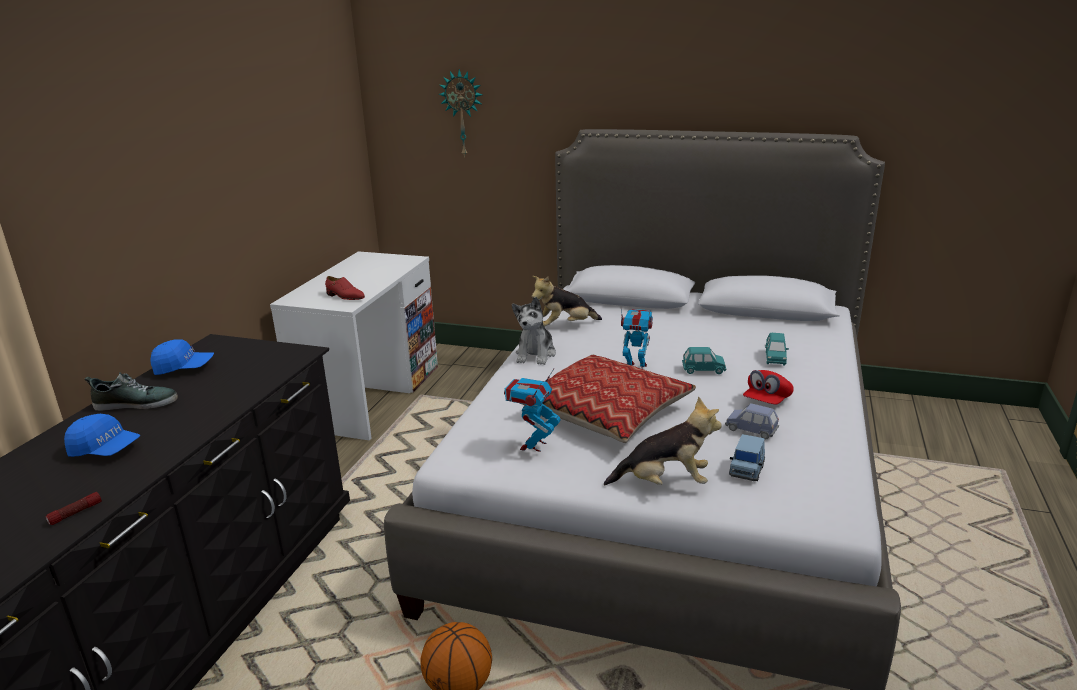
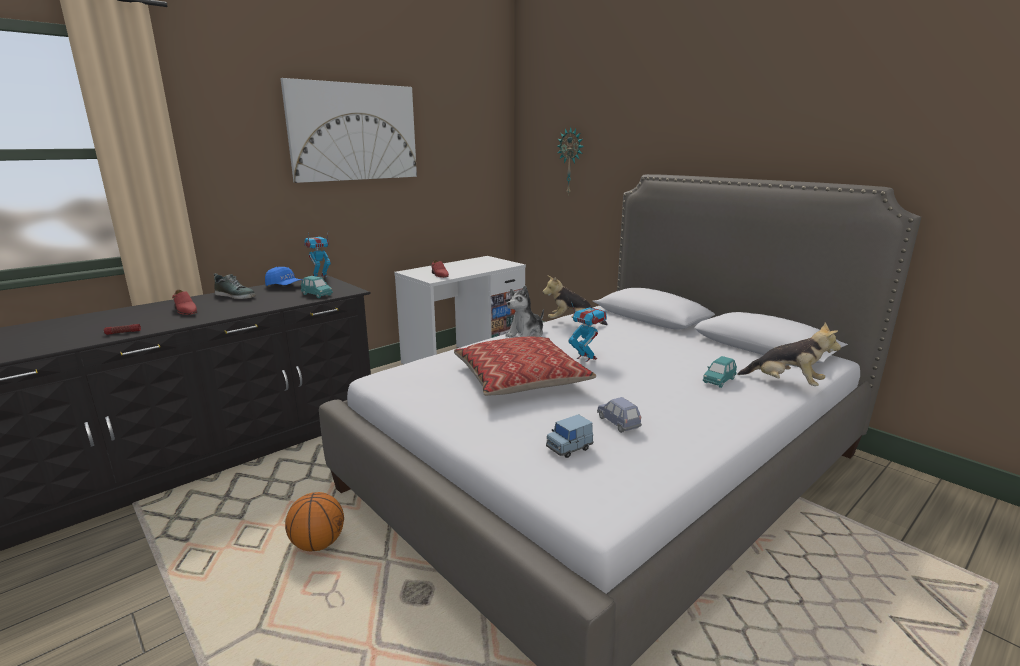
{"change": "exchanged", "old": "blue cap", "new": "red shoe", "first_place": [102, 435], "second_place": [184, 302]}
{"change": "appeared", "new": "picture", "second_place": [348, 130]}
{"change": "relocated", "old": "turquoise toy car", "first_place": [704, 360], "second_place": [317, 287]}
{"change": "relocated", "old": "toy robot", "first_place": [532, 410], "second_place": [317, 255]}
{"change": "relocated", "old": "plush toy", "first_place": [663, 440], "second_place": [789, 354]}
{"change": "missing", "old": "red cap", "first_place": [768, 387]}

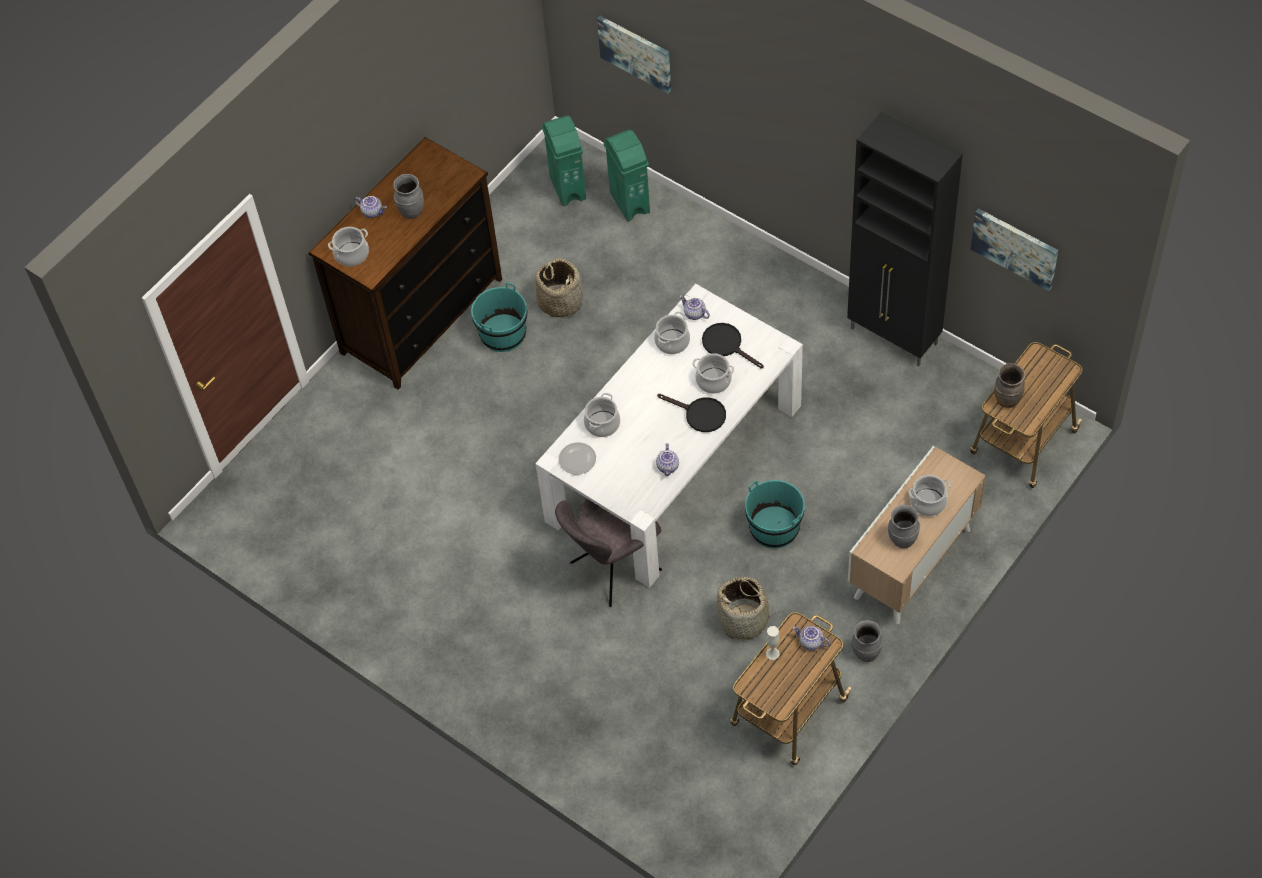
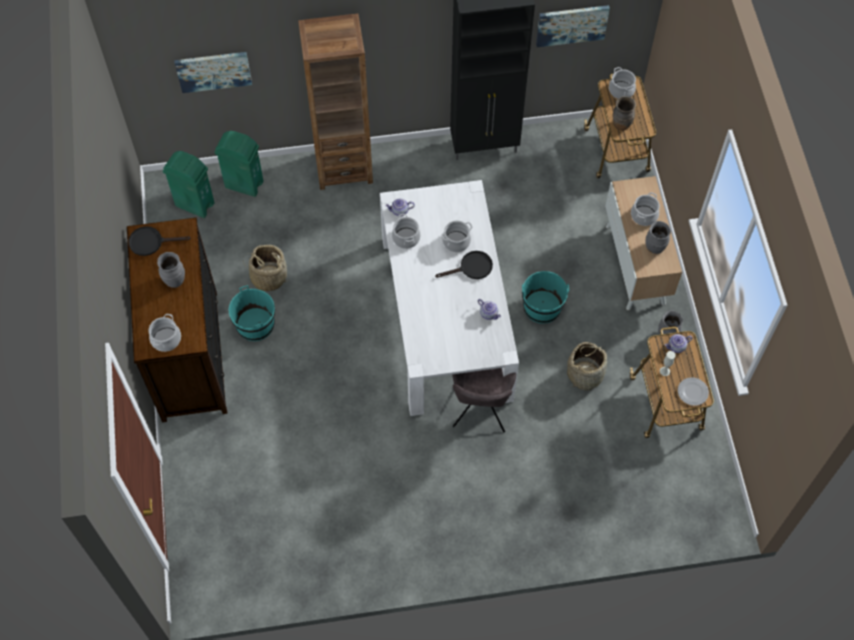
{"change": "relocated", "old": "black frying pan", "first_place": [733, 345], "second_place": [159, 241]}
{"change": "appeared", "new": "brown bookcase", "second_place": [335, 102]}
{"change": "relocated", "old": "cooking pot", "first_place": [602, 415], "second_place": [622, 83]}
{"change": "relocated", "old": "plate", "first_place": [577, 458], "second_place": [693, 391]}
{"change": "missing", "old": "teapot", "first_place": [370, 207]}

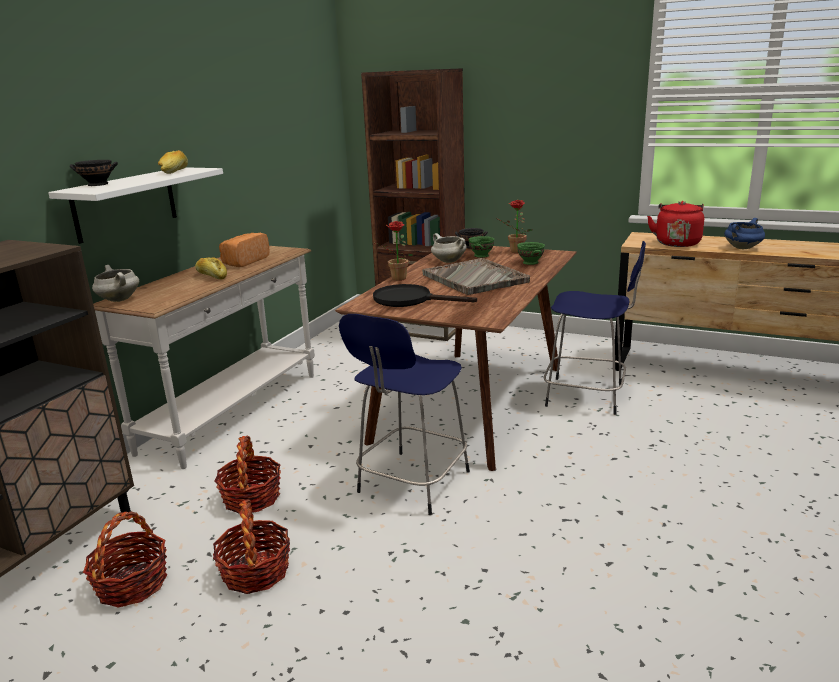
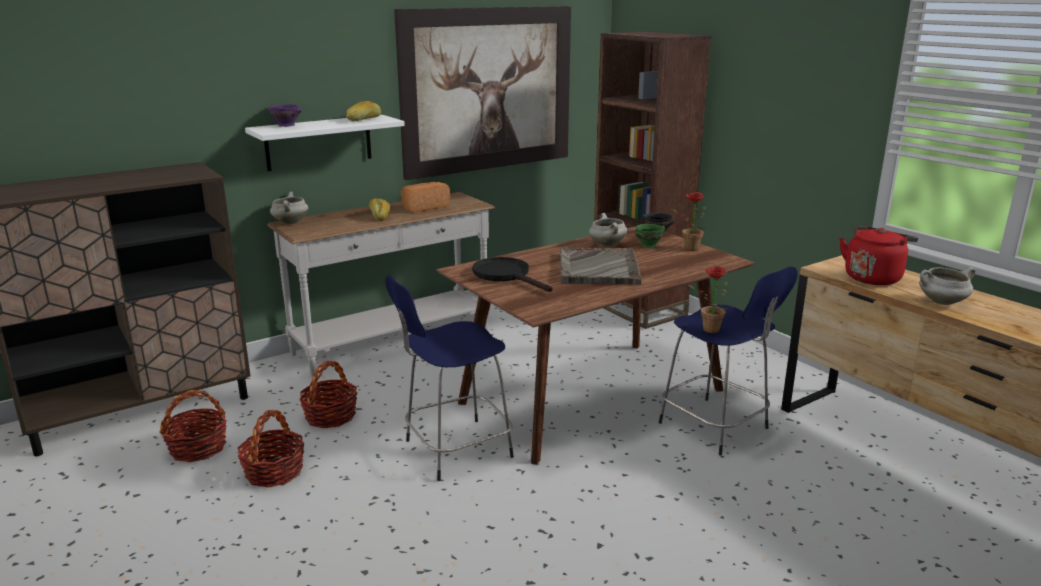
{"change": "colour", "old": "black bowl", "new": "purple bowl", "first_place": [94, 173], "second_place": [285, 115]}
{"change": "appeared", "new": "picture", "second_place": [482, 93]}
{"change": "relocated", "old": "potted plant", "first_place": [393, 251], "second_place": [708, 299]}
{"change": "colour", "old": "blue cooking pot", "new": "white cooking pot", "first_place": [744, 233], "second_place": [948, 286]}
{"change": "missing", "old": "green bowl", "first_place": [531, 253]}

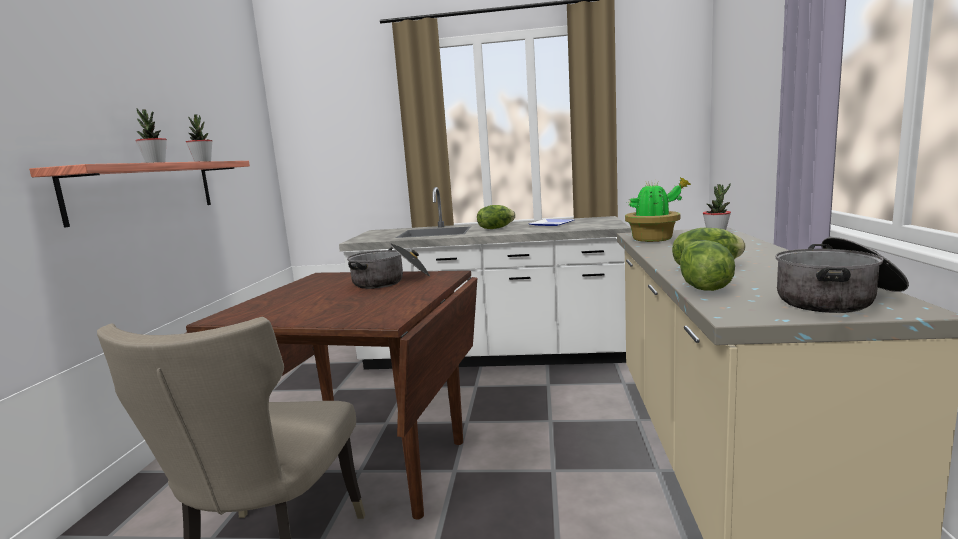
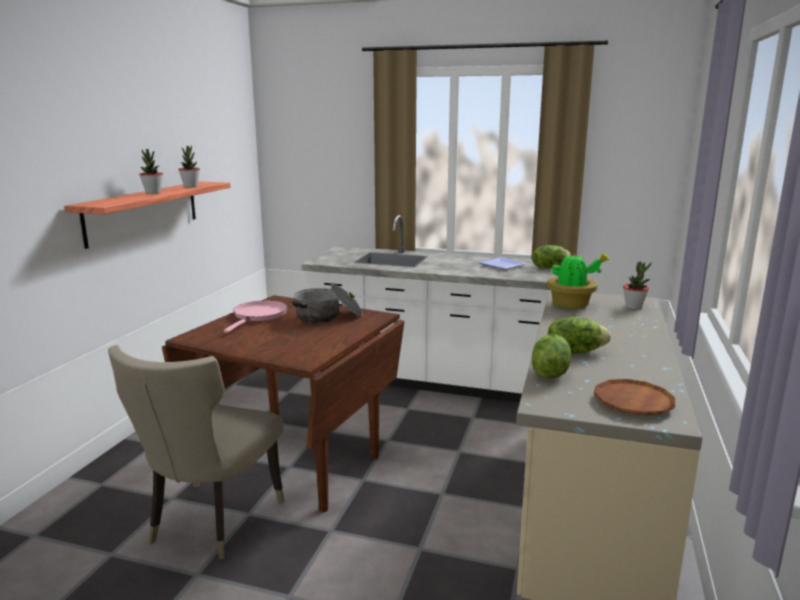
{"change": "appeared", "new": "pink frying pan", "second_place": [256, 316]}
{"change": "relocated", "old": "lettuce", "first_place": [496, 217], "second_place": [551, 257]}
{"change": "exchanged", "old": "cooking pot", "new": "brown plate", "first_place": [842, 275], "second_place": [634, 397]}

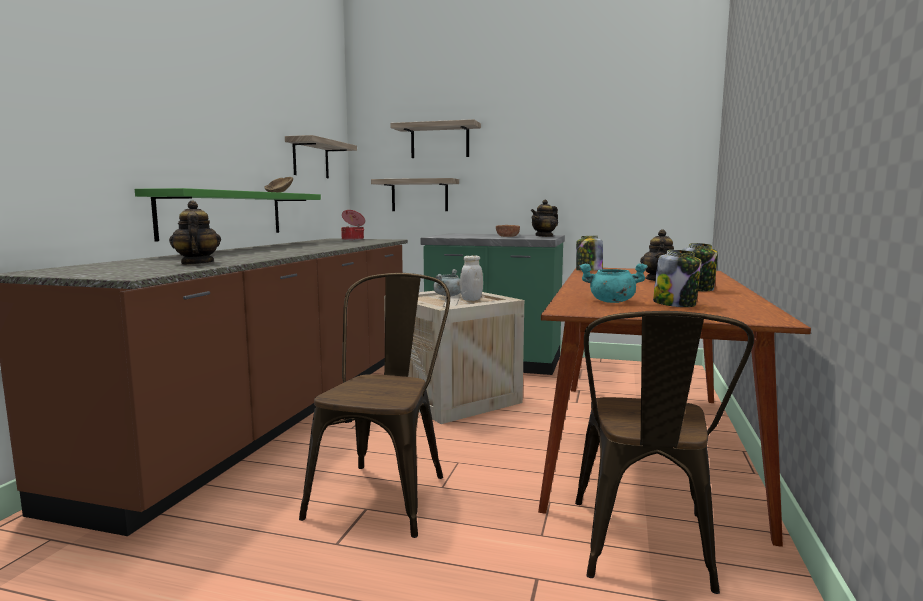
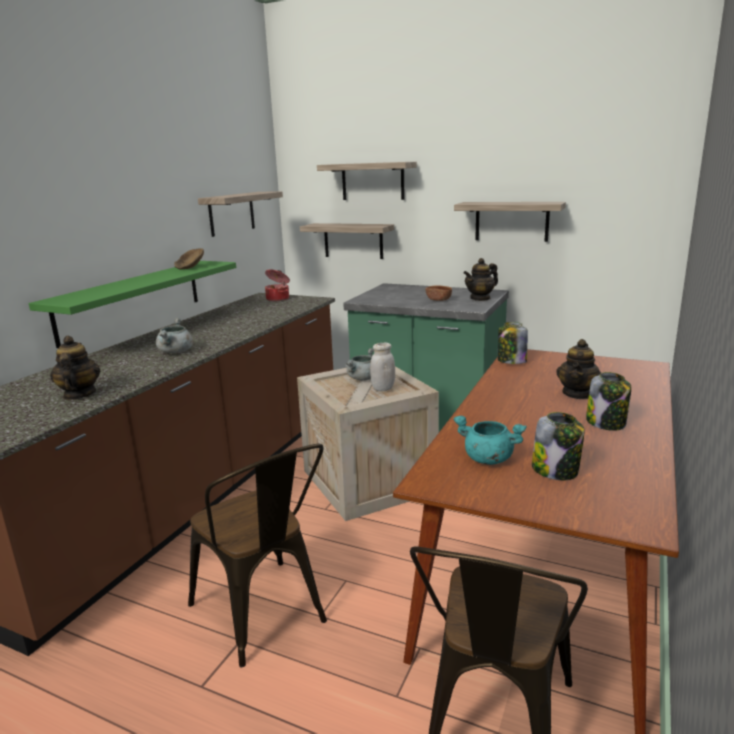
{"change": "appeared", "new": "grey cooking pot", "second_place": [174, 336]}
{"change": "spun", "old": "brown chair", "first_place": [374, 405], "second_place": [257, 556], "degrees": 120}
{"change": "appeared", "new": "shelf", "second_place": [510, 222]}

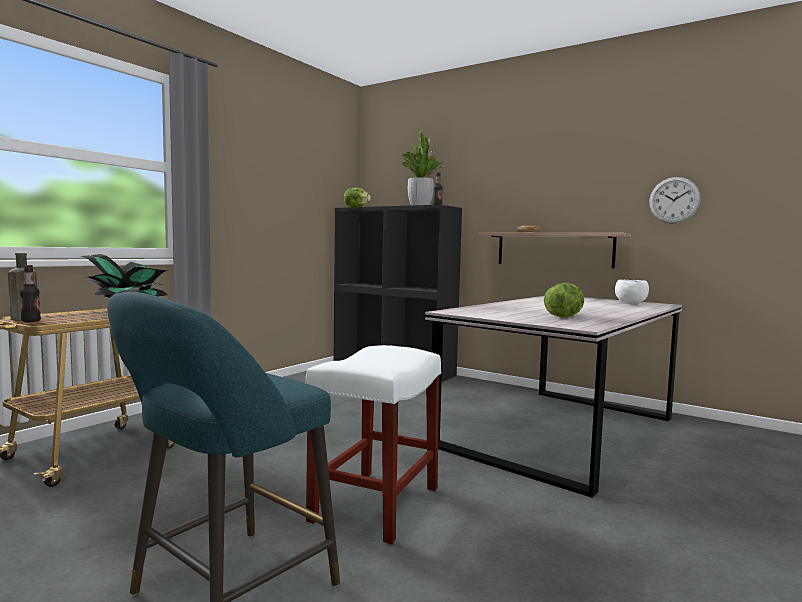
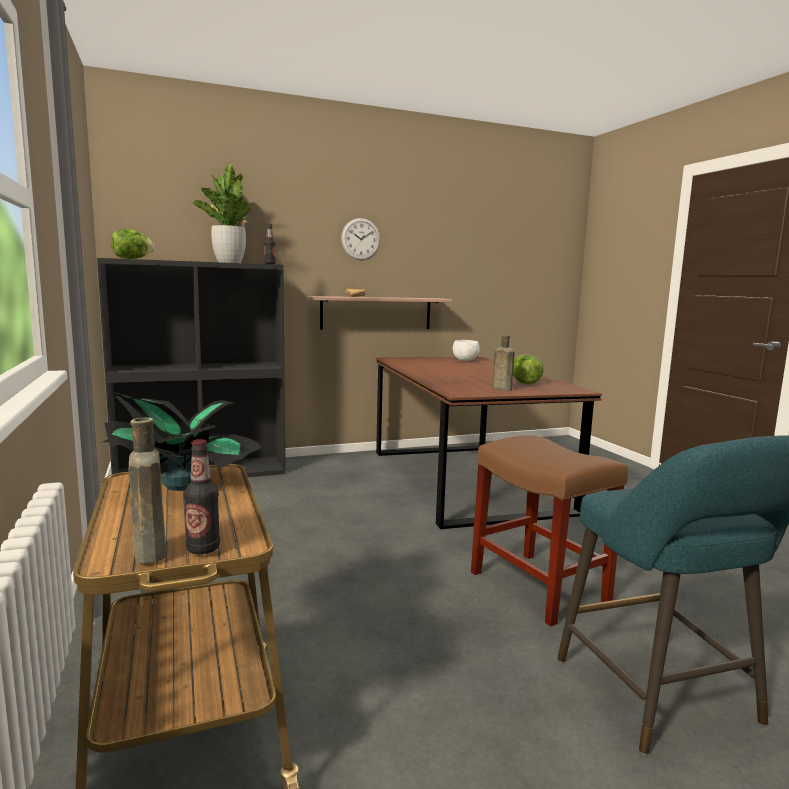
{"change": "relocated", "old": "wall clock", "first_place": [675, 200], "second_place": [361, 239]}
{"change": "colour", "old": "grey dining table", "new": "brown dining table", "first_place": [553, 397], "second_place": [489, 443]}
{"change": "colour", "old": "white stool", "new": "brown stool", "first_place": [374, 444], "second_place": [549, 530]}
{"change": "appeared", "new": "brown bottle", "second_place": [504, 363]}

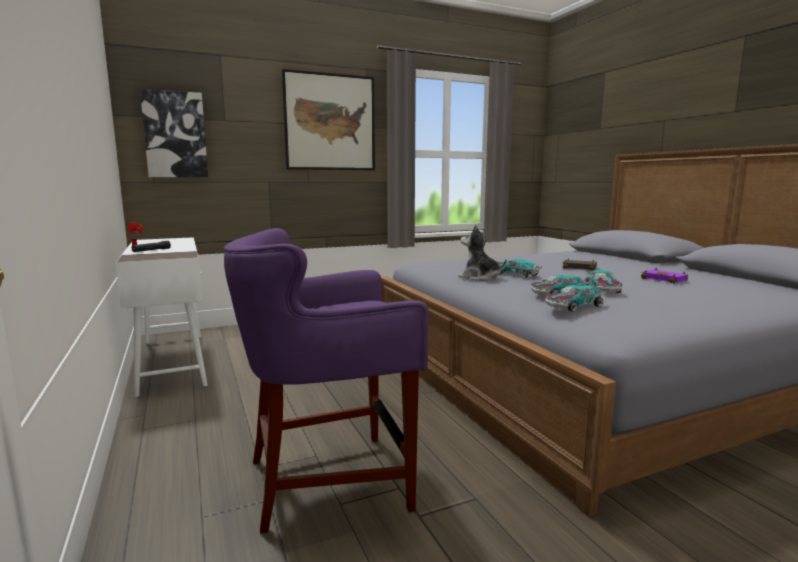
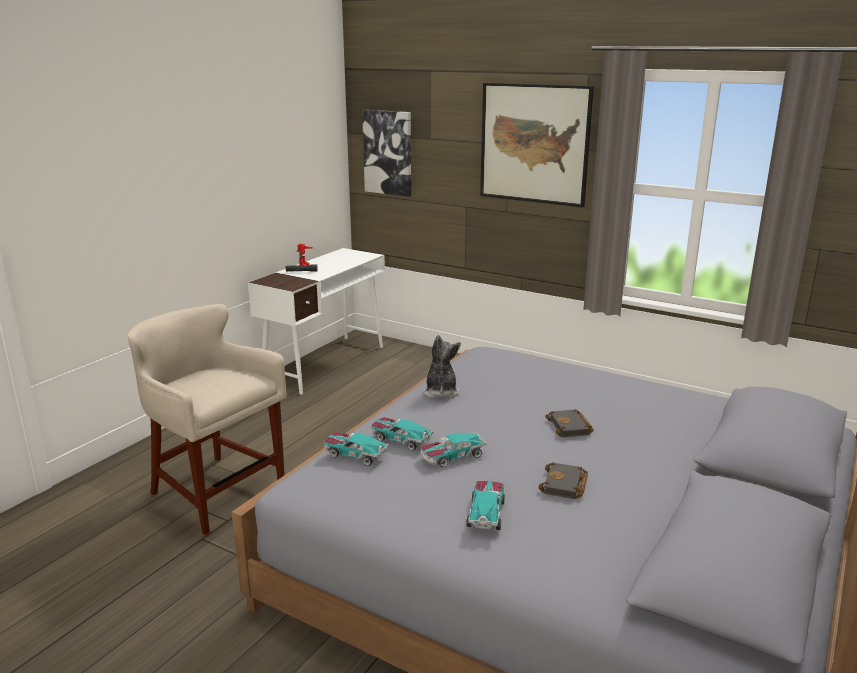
{"change": "colour", "old": "purple stool", "new": "beige stool", "first_place": [326, 381], "second_place": [207, 420]}
{"change": "relocated", "old": "toy car", "first_place": [519, 268], "second_place": [485, 505]}
{"change": "colour", "old": "purple book", "new": "black book", "first_place": [664, 276], "second_place": [563, 480]}

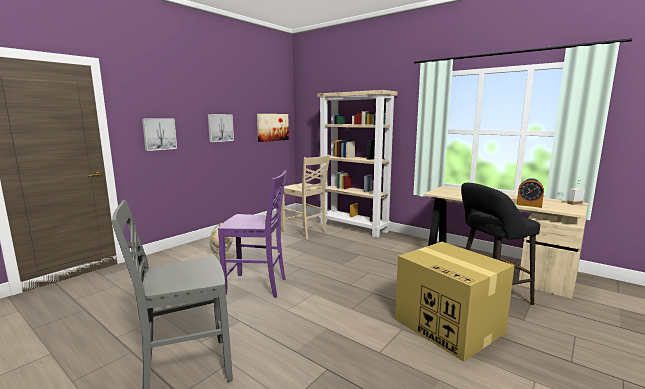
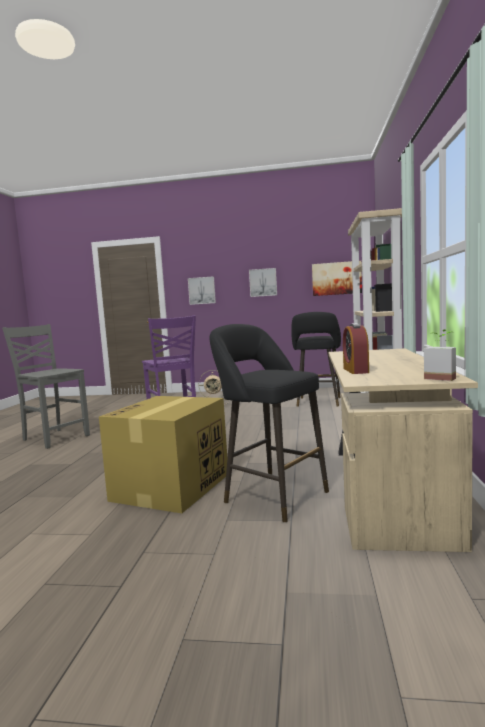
{"change": "exchanged", "old": "beige chair", "new": "black stool", "first_place": [305, 197], "second_place": [316, 359]}

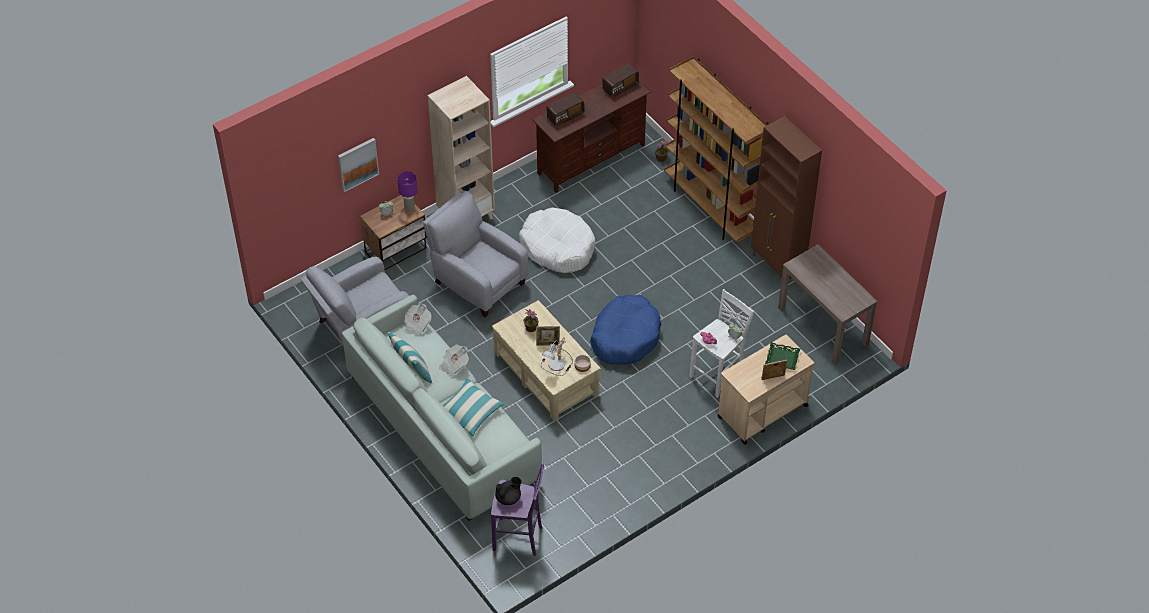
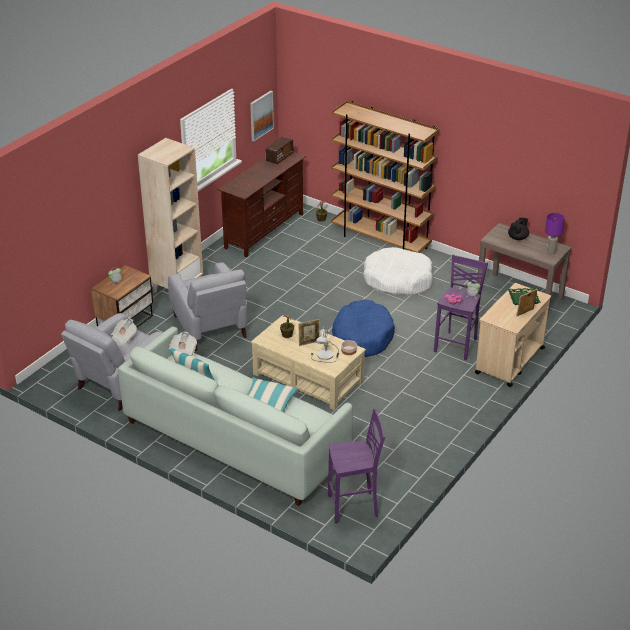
{"change": "relocated", "old": "newspaper", "first_place": [454, 360], "second_place": [124, 332]}
{"change": "spun", "old": "grey armchair", "first_place": [476, 254], "second_place": [208, 306], "degrees": -135}
{"change": "relocated", "old": "picture", "first_place": [358, 165], "second_place": [262, 116]}
{"change": "relocated", "old": "white dog bed", "first_place": [557, 240], "second_place": [398, 271]}
{"change": "colour", "old": "white stool", "new": "purple stool", "first_place": [721, 343], "second_place": [461, 307]}
{"change": "relocated", "old": "black teapot", "first_place": [508, 491], "second_place": [518, 229]}
{"change": "relocated", "old": "purple table lamp", "first_place": [407, 191], "second_place": [555, 234]}
{"change": "missing", "old": "radio", "first_place": [565, 109]}
{"change": "missing", "old": "brown cabinet", "first_place": [786, 197]}

